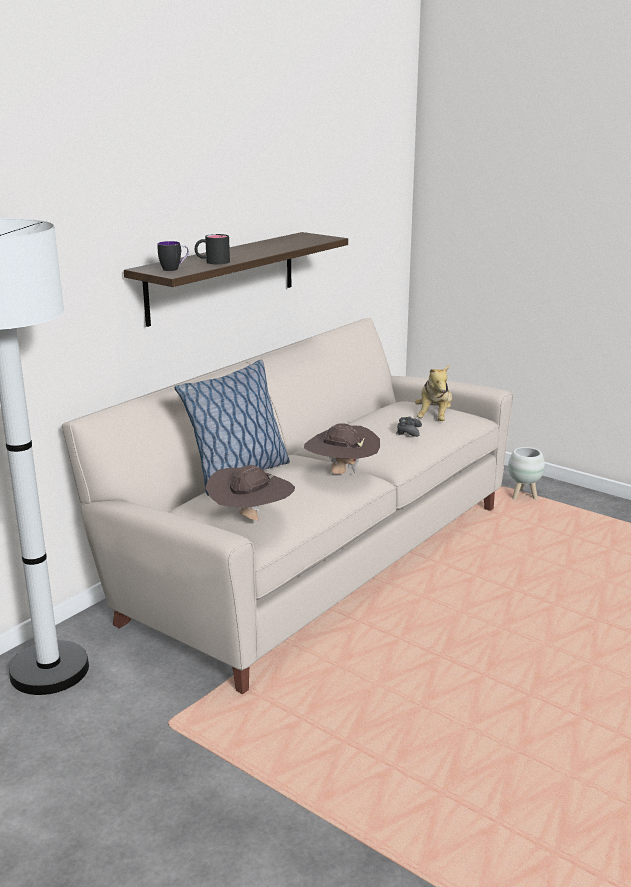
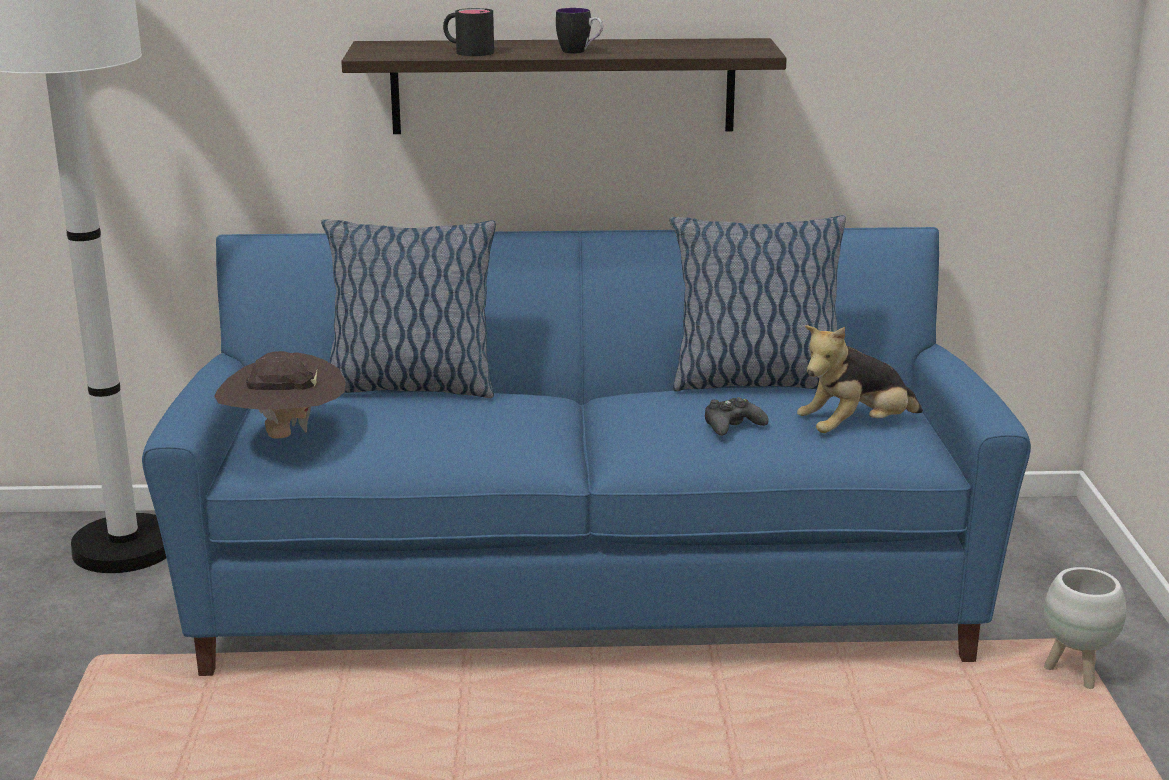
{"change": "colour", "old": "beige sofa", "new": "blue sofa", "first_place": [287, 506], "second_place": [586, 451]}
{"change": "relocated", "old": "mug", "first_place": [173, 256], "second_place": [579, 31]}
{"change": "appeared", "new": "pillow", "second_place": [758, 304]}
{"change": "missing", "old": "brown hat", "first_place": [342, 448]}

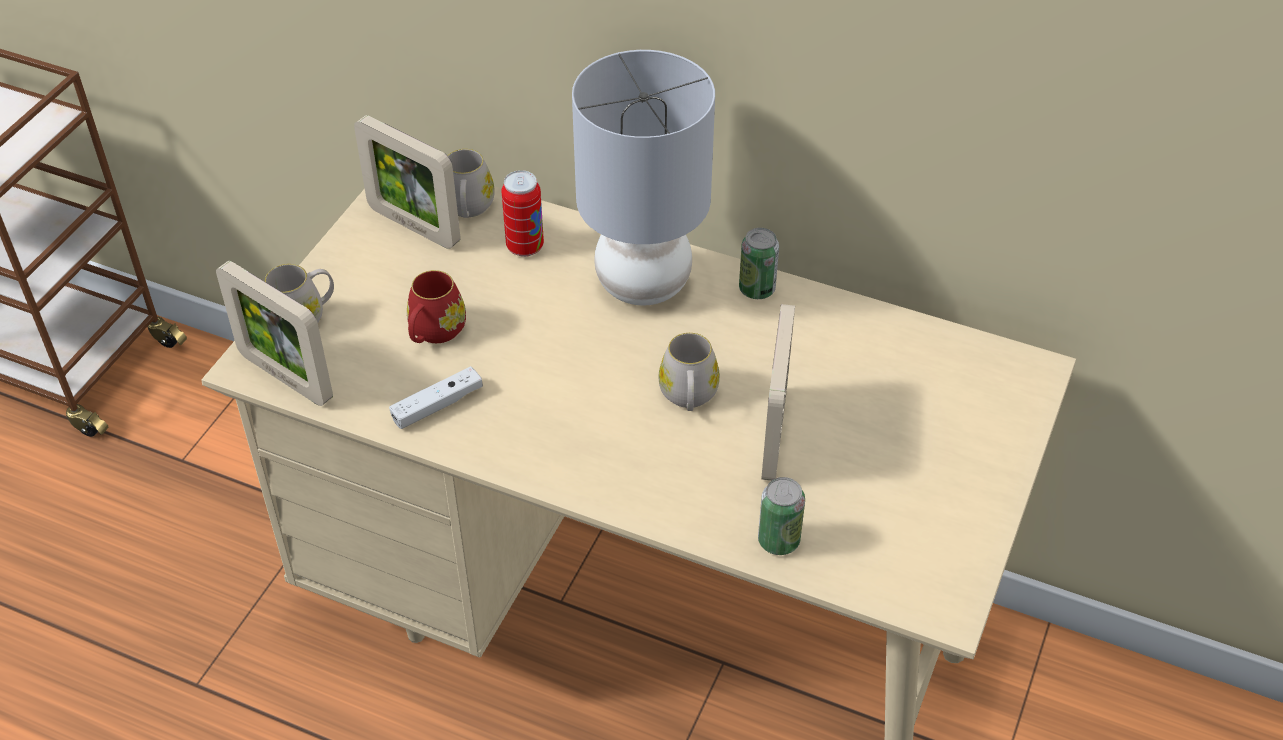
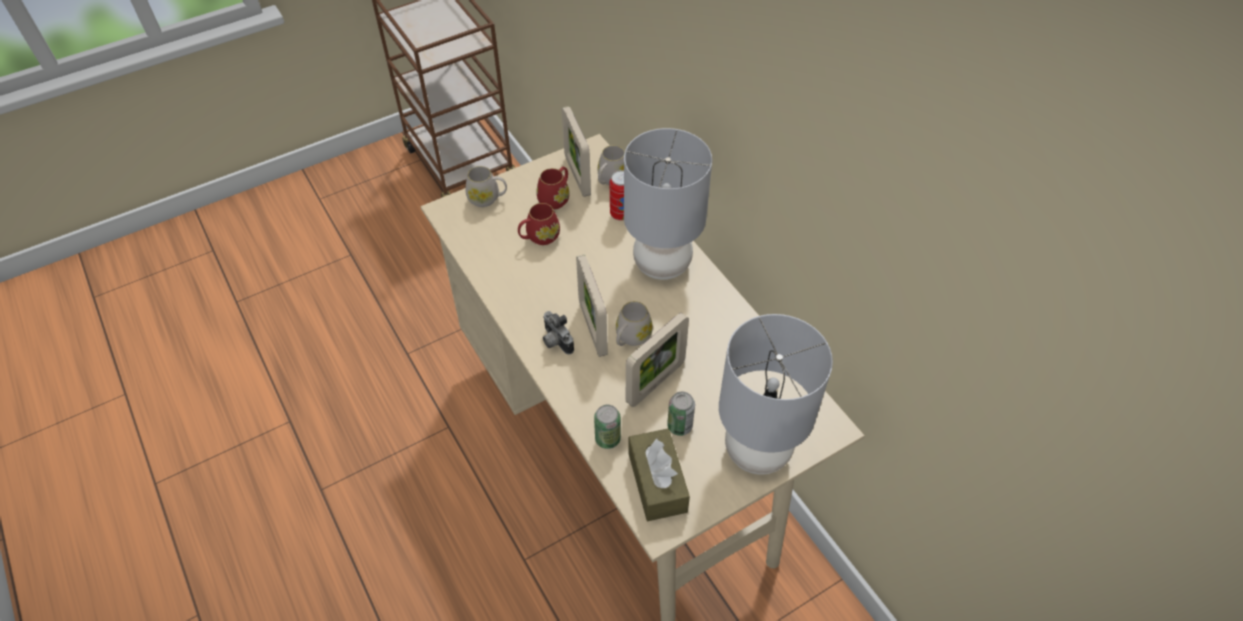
{"change": "appeared", "new": "red mug", "second_place": [552, 188]}
{"change": "appeared", "new": "photo camera", "second_place": [558, 332]}
{"change": "relocated", "old": "picture frame", "first_place": [274, 333], "second_place": [591, 305]}
{"change": "appeared", "new": "brown tissue box", "second_place": [659, 475]}
{"change": "relocated", "old": "can", "first_place": [759, 263], "second_place": [681, 413]}
{"change": "appeared", "new": "grey table lamp", "second_place": [776, 394]}
{"change": "missing", "old": "white game controller", "first_place": [436, 397]}

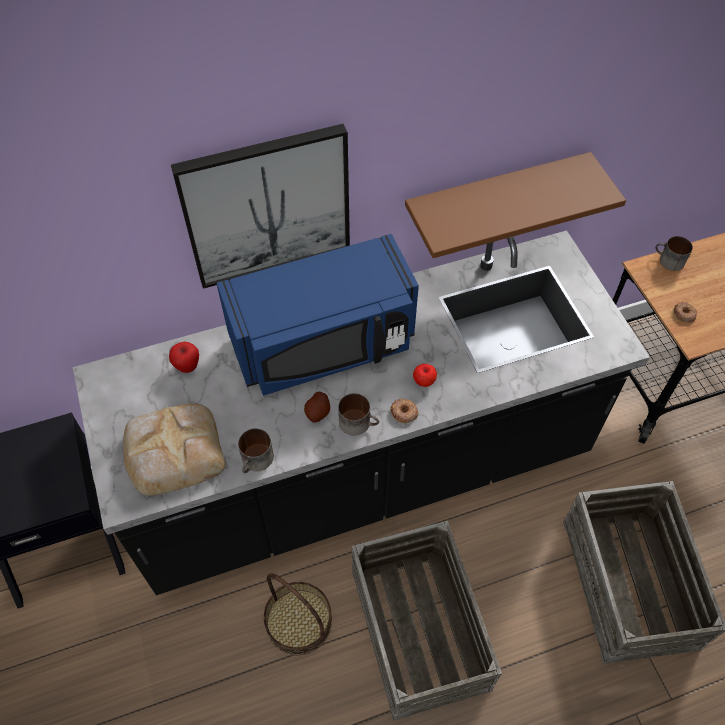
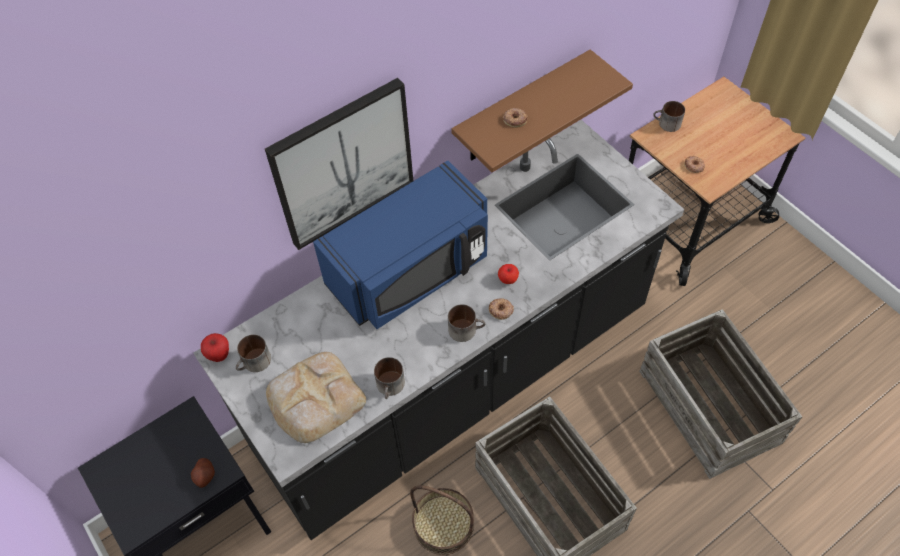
{"change": "relocated", "old": "potato", "first_place": [317, 407], "second_place": [203, 473]}
{"change": "relocated", "old": "apple", "first_place": [184, 357], "second_place": [215, 347]}
{"change": "appeared", "new": "mug", "second_place": [253, 353]}
{"change": "appeared", "new": "donut", "second_place": [515, 118]}

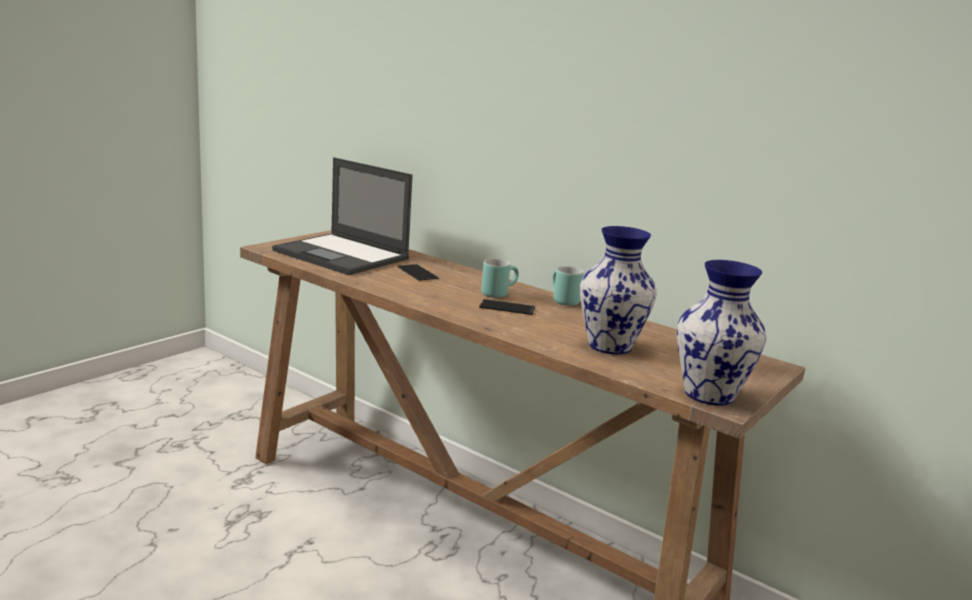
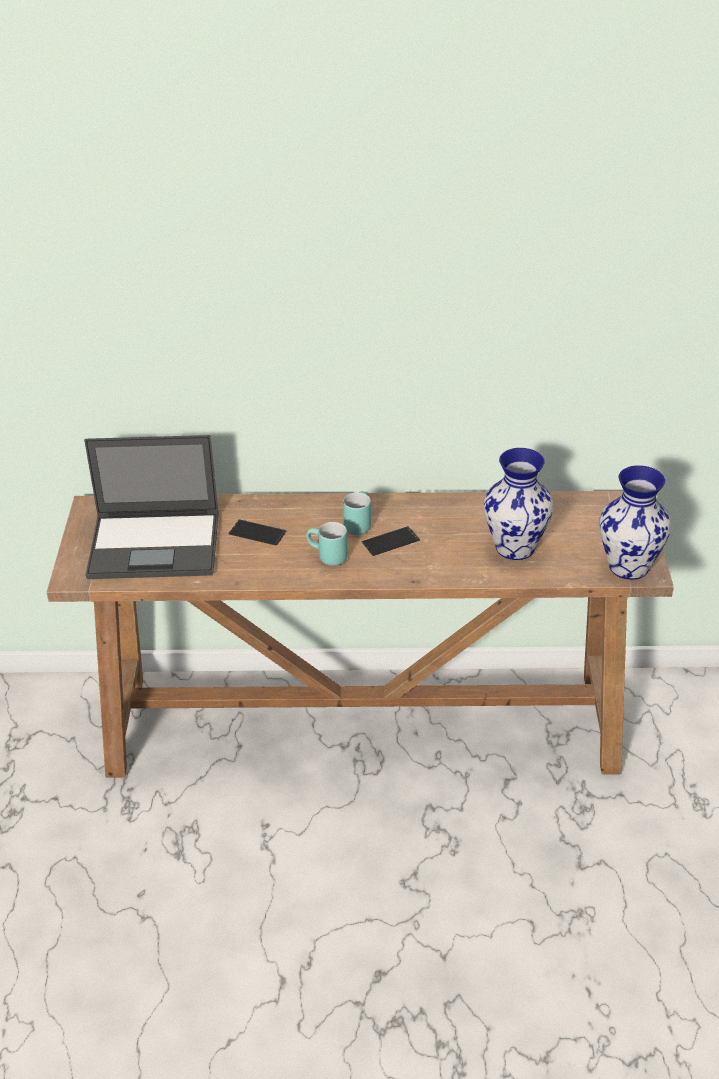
{"change": "relocated", "old": "turquoise mug", "first_place": [568, 286], "second_place": [327, 544]}

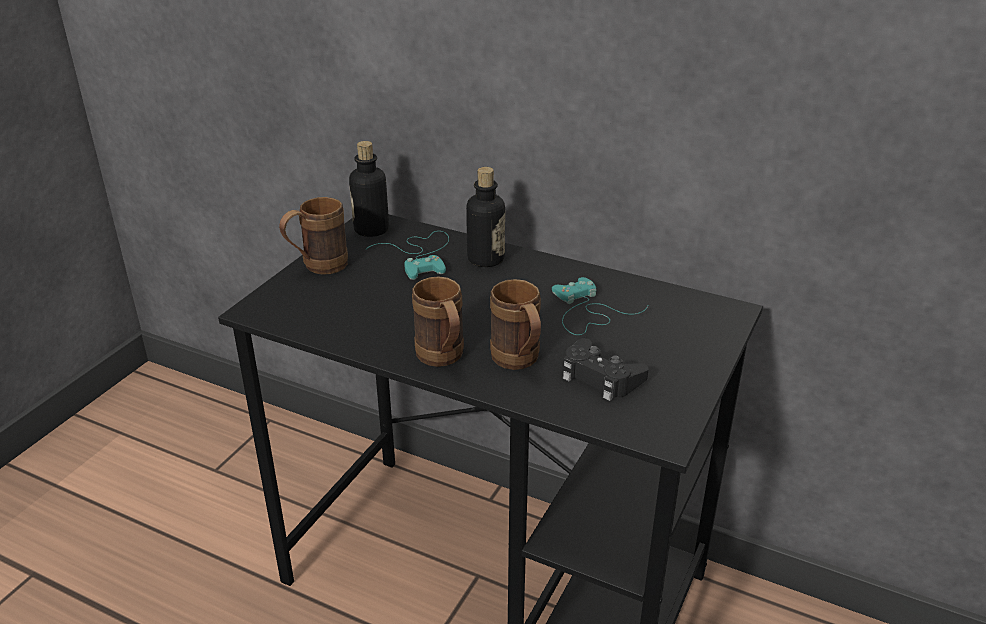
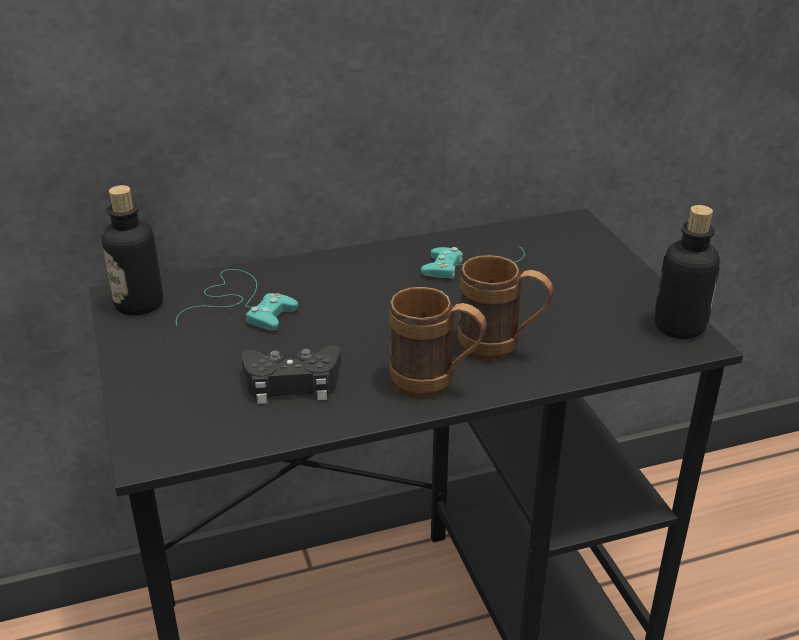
{"change": "relocated", "old": "black game controller", "first_place": [606, 369], "second_place": [291, 375]}
{"change": "relocated", "old": "bottle", "first_place": [485, 217], "second_place": [687, 272]}
{"change": "missing", "old": "brown mug", "first_place": [313, 236]}

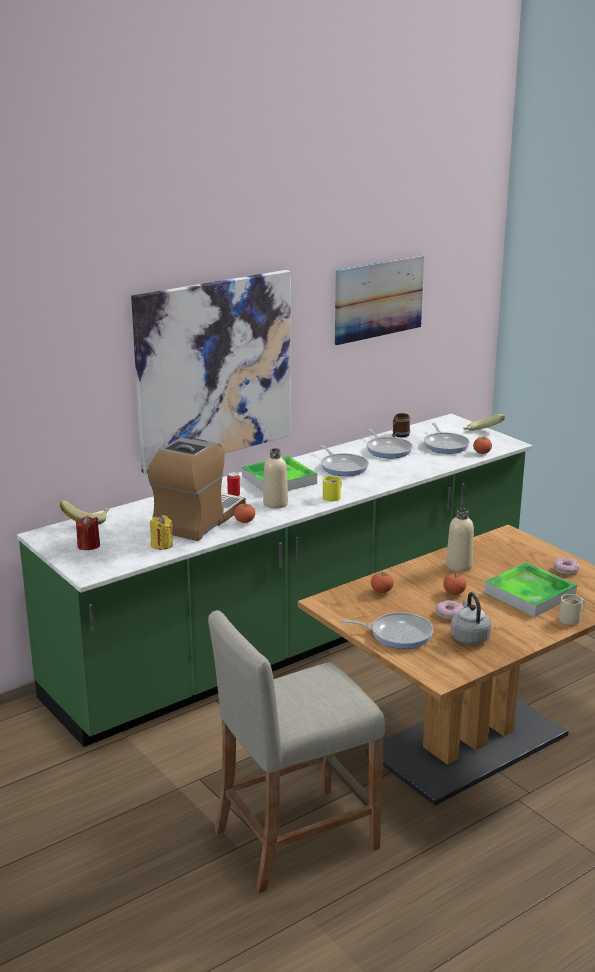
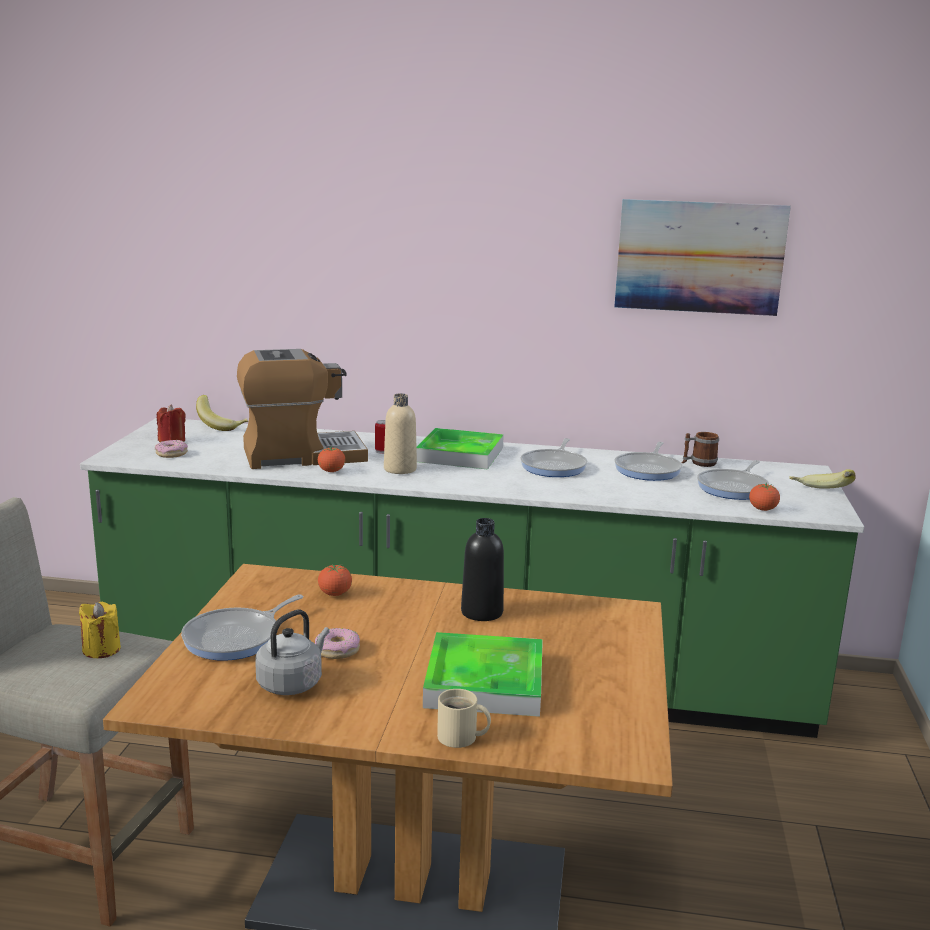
{"change": "relocated", "old": "yellow candle", "first_place": [161, 532], "second_place": [100, 630]}
{"change": "relocated", "old": "donut", "first_place": [566, 566], "second_place": [171, 449]}
{"change": "spun", "old": "frying pan", "first_place": [387, 630], "second_place": [242, 627], "degrees": 75}
{"change": "colour", "old": "beige bottle", "new": "black bottle", "first_place": [460, 540], "second_place": [482, 569]}
{"change": "missing", "old": "picture", "first_place": [211, 372]}
{"change": "missing", "old": "yellow mug", "first_place": [332, 488]}
{"change": "missing", "old": "tomato", "first_place": [454, 584]}

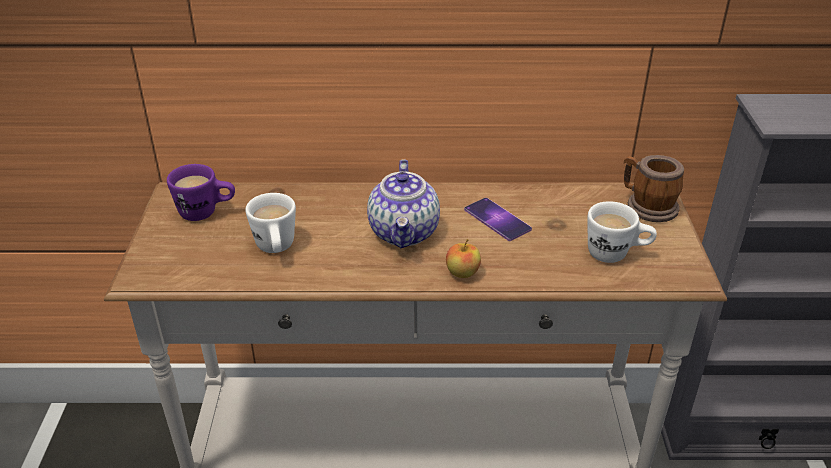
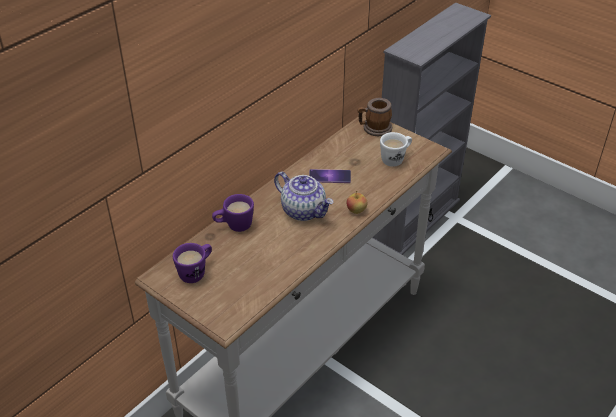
{"change": "appeared", "new": "purple mug", "second_place": [233, 213]}
{"change": "missing", "old": "white mug", "first_place": [270, 223]}

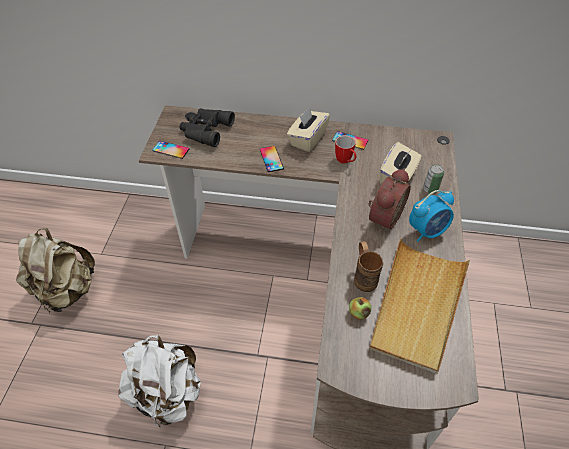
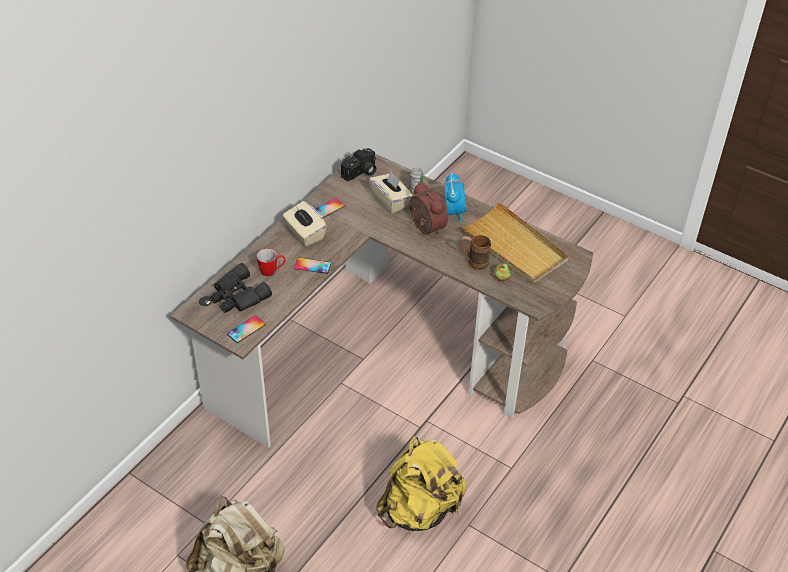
{"change": "relocated", "old": "mug", "first_place": [345, 149], "second_place": [271, 262]}
{"change": "appeared", "new": "photo camera", "second_place": [358, 164]}
{"change": "colour", "old": "white backpack", "new": "yellow backpack", "first_place": [159, 382], "second_place": [421, 483]}

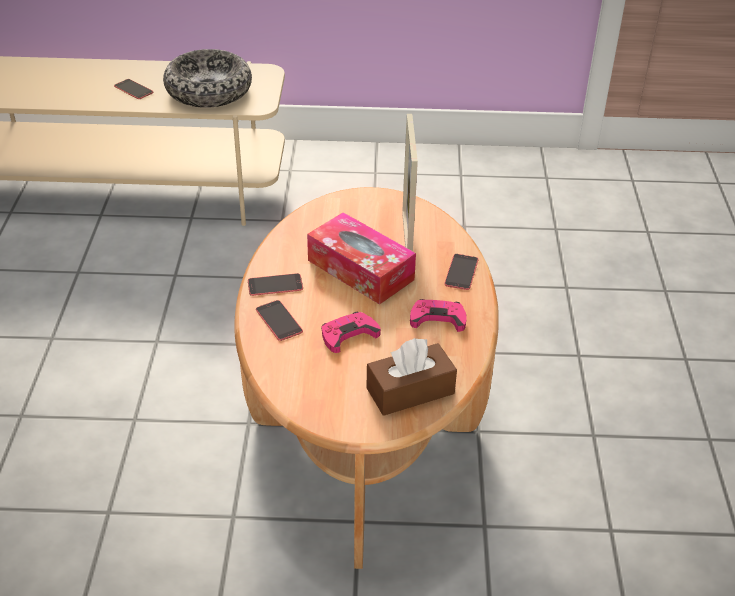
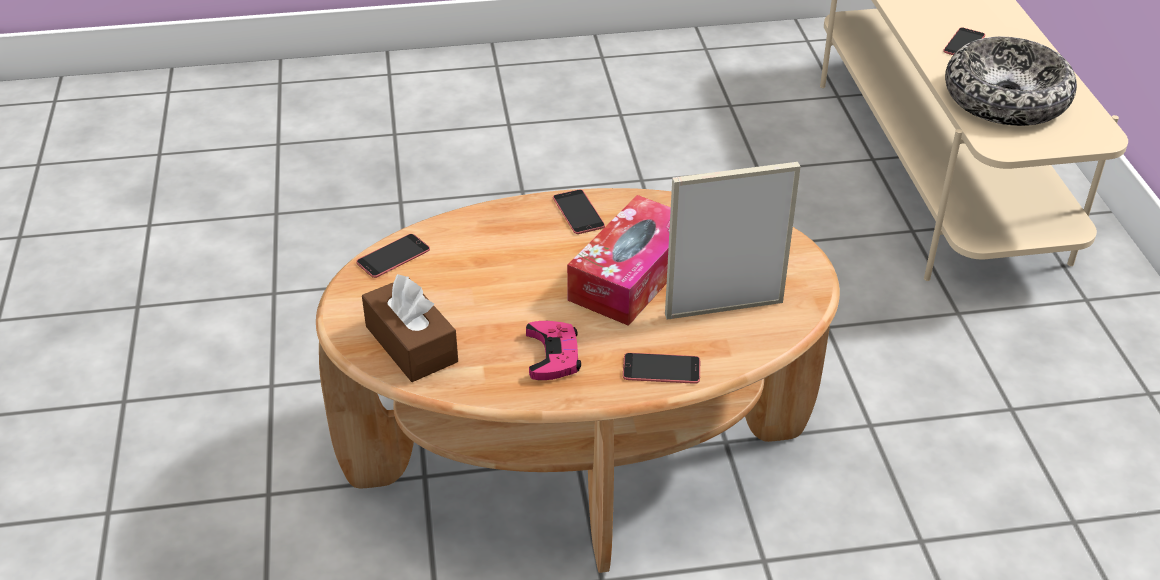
{"change": "relocated", "old": "phone", "first_place": [279, 320], "second_place": [393, 256]}
{"change": "missing", "old": "pink game controller", "first_place": [351, 332]}

